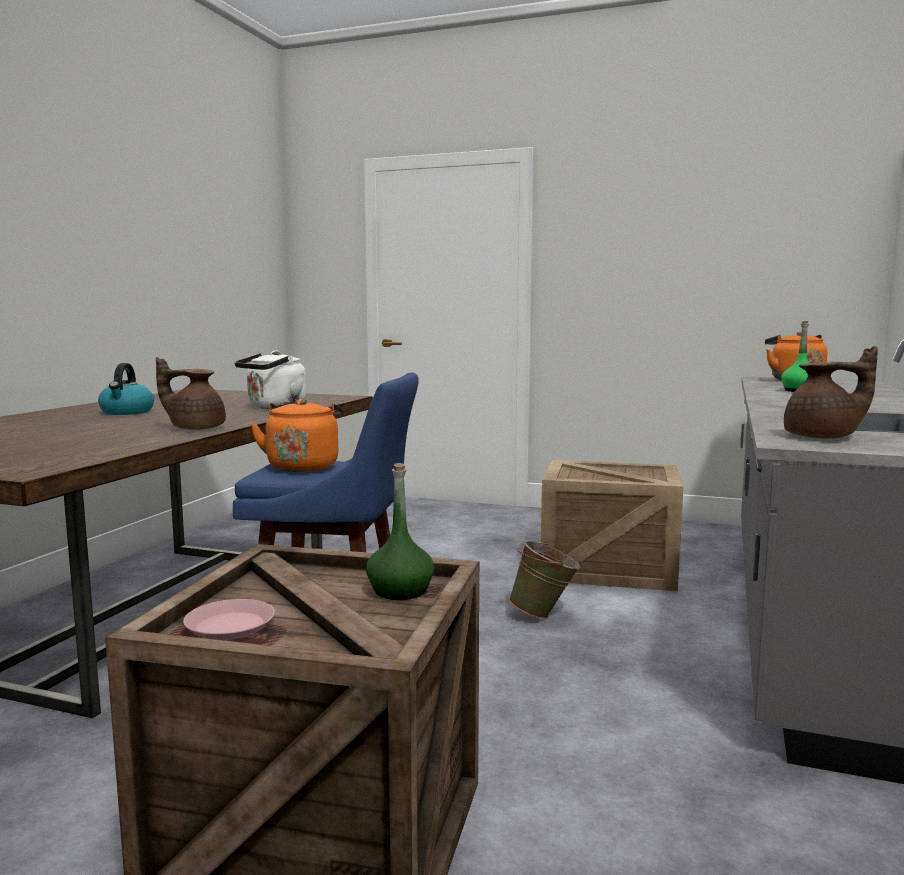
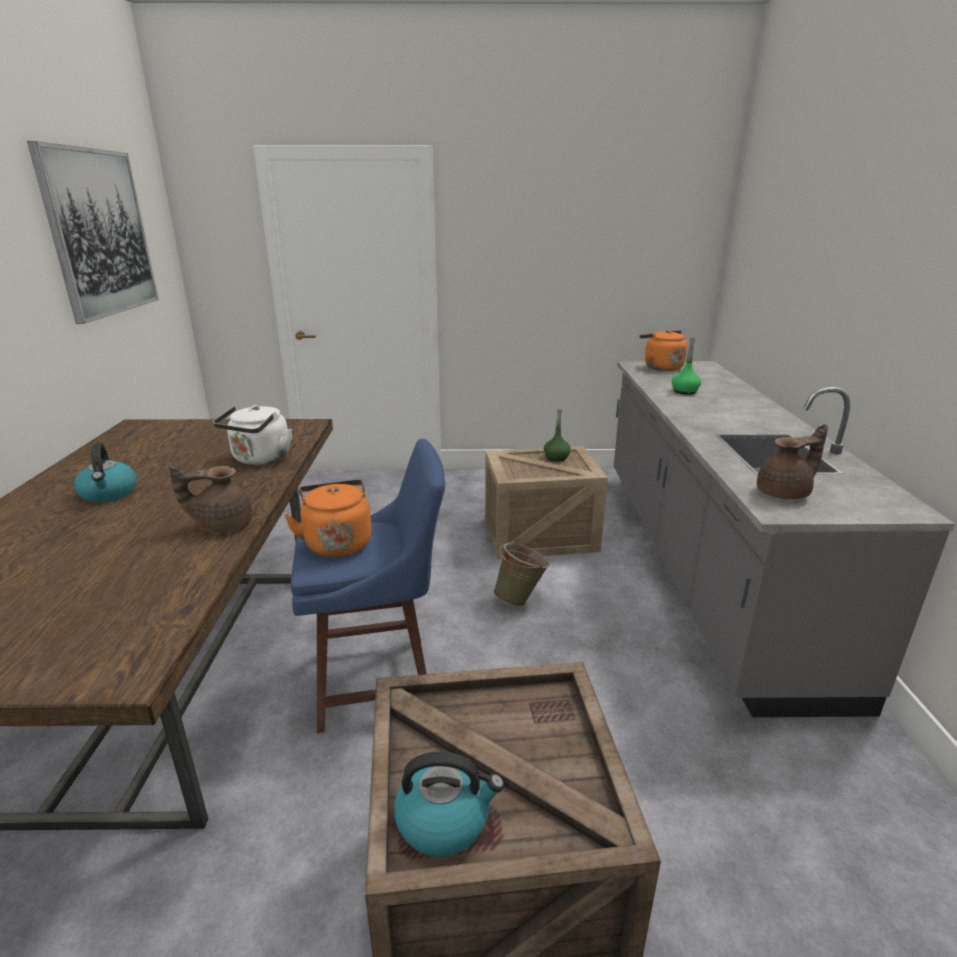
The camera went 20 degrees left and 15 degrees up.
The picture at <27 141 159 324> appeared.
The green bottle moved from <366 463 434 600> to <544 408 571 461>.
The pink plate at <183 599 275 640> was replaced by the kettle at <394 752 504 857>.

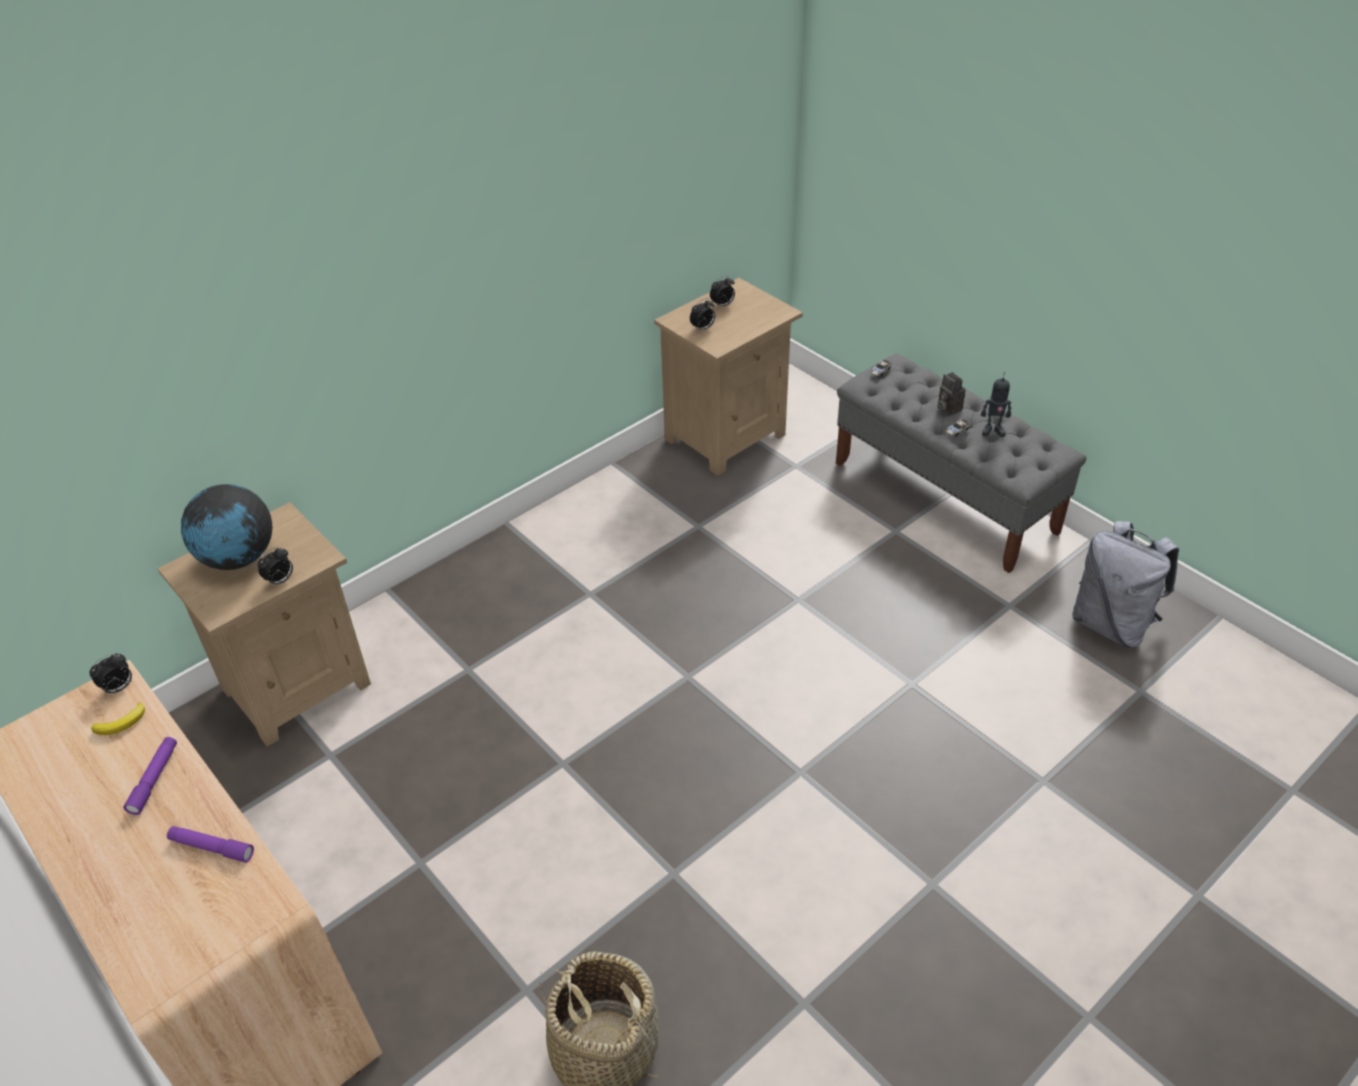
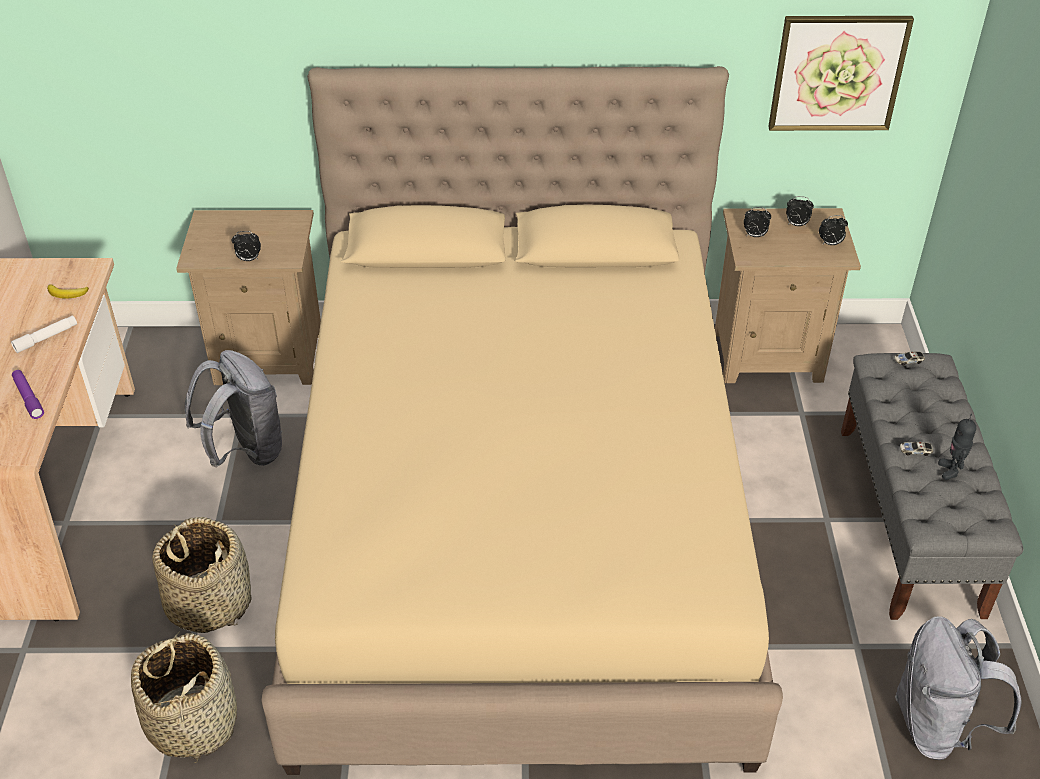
The camera went 40 degrees right and 0 degrees up.
The globe at <181 484 272 570> disappeared.
The photo camera at <938 372 965 416> disappeared.
The basket at <152 517 251 633> appeared.
The grey backpack at <185 350 283 467> appeared.
The beige bed at <261 66 783 775> appeared.
The picture at <768 16 914 131> appeared.
The alarm clock moved from <89 653 132 695> to <819 215 848 245>.
The purple flashlight at <123 737 177 815> became the white flashlight at <11 316 77 353>.
The toy robot at <981 372 1011 437> turned 45 degrees clockwise.

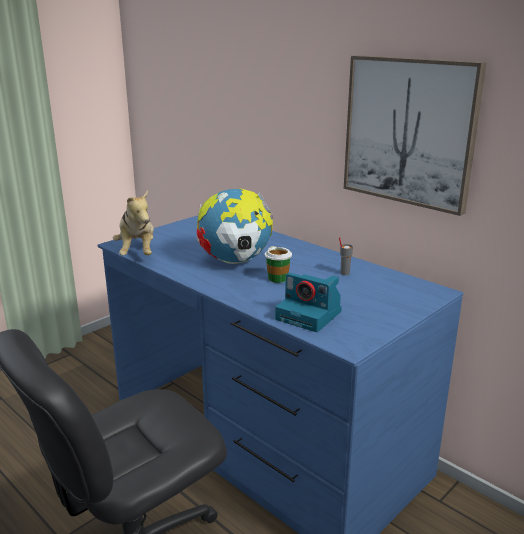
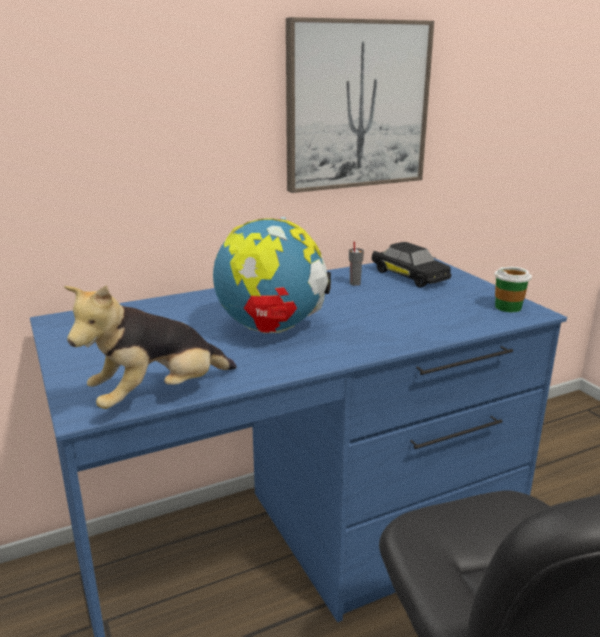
The camera went 70 degrees left and 0 degrees up.
The photo camera at <275 273 342 332> disappeared.
The black toy car at <372 242 452 287> appeared.
The cup moved from <265 246 292 283> to <494 266 532 312>.
The plush toy at <113 191 154 255> turned 135 degrees clockwise.

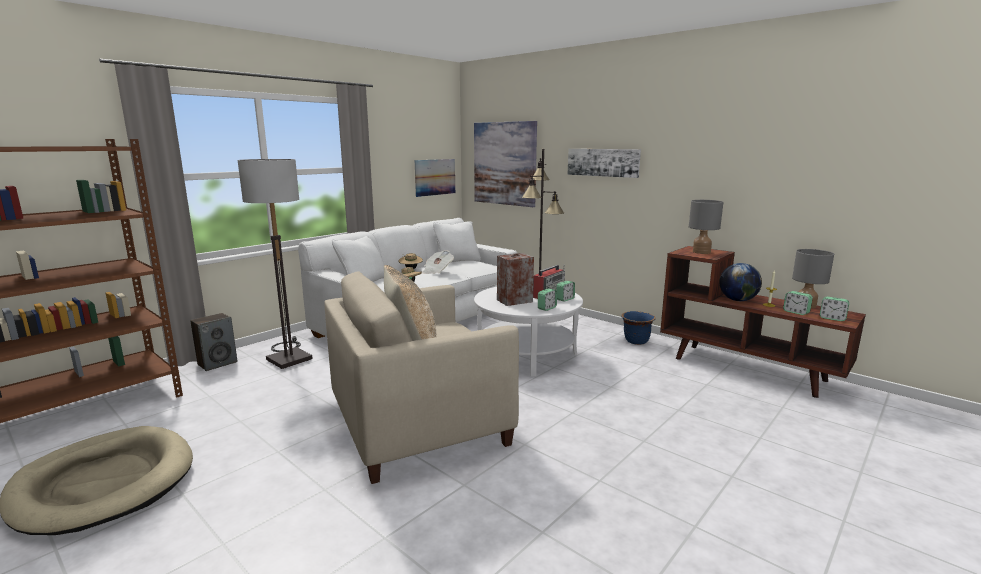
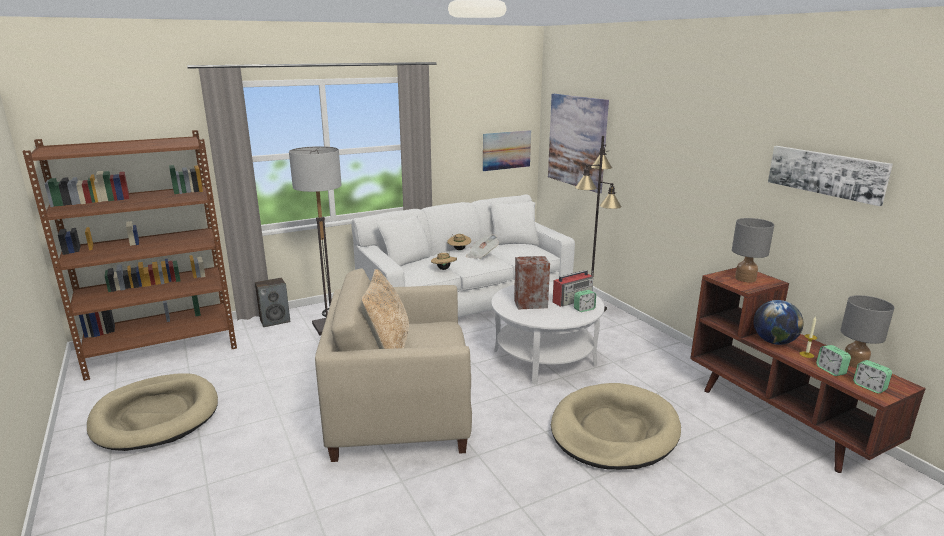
The camera went 20 degrees right and 5 degrees up.
The alarm clock at <538 289 557 311> disappeared.
The blue planter at <621 311 656 345> disappeared.
The beige dog bed at <551 383 681 470> appeared.
The picture moved from <567 149 641 178> to <768 146 893 206>.

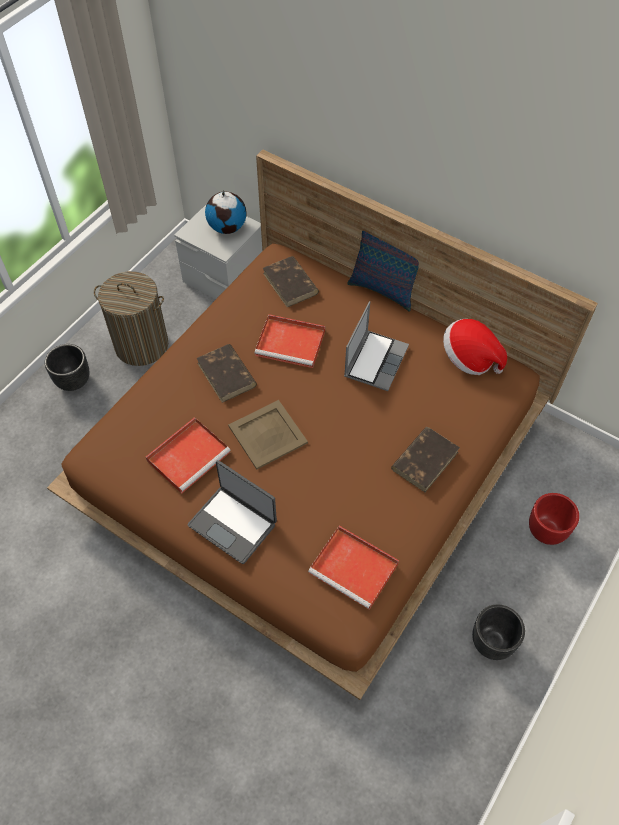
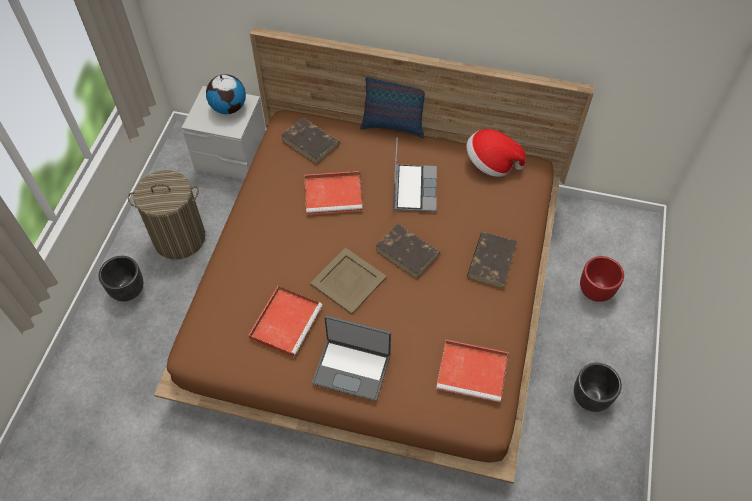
The camera went 20 degrees left and 0 degrees up.
The brown book moved from <196 344 257 403> to <375 224 440 279>.

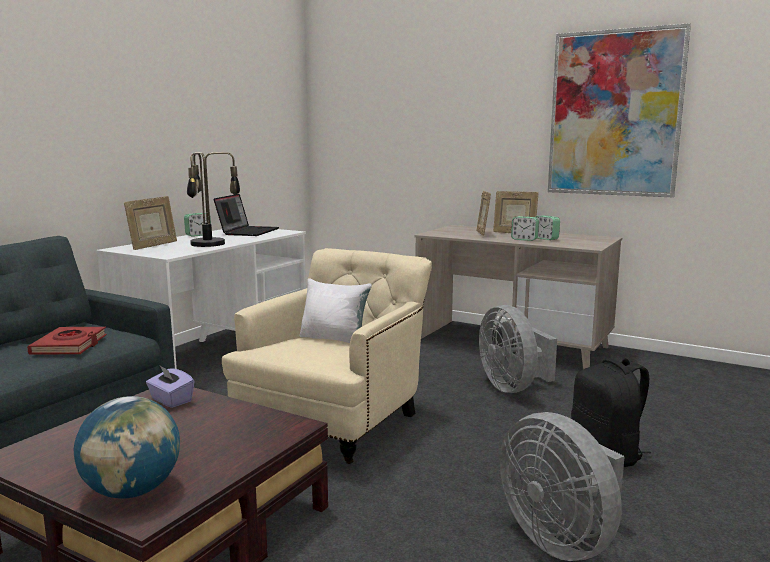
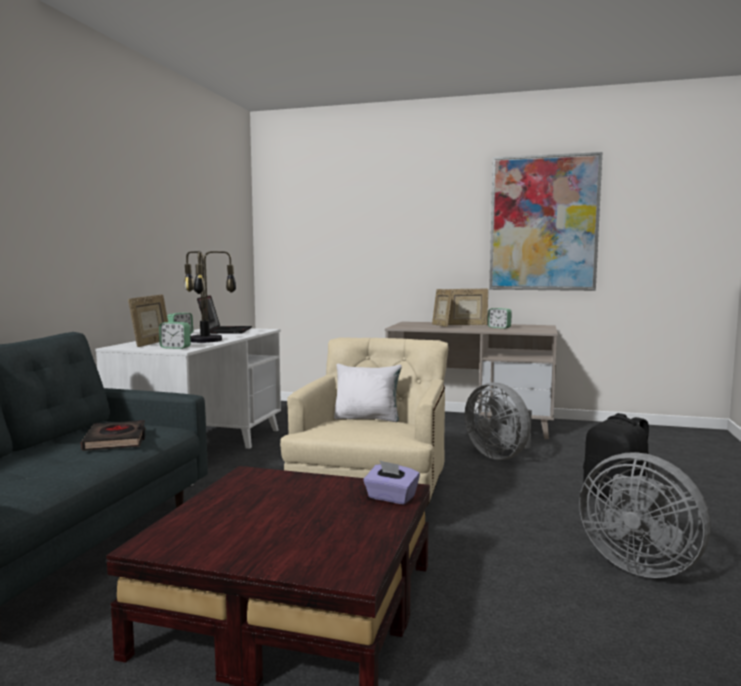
The camera went 15 degrees left and 5 degrees down.
The globe at <74 396 180 499> disappeared.
The purple tissue box moved from <146 366 194 408> to <363 460 420 505>.
The alarm clock moved from <511 216 539 241> to <159 322 191 349>.
The red book at <27 327 107 354> became the black book at <81 420 146 451>.

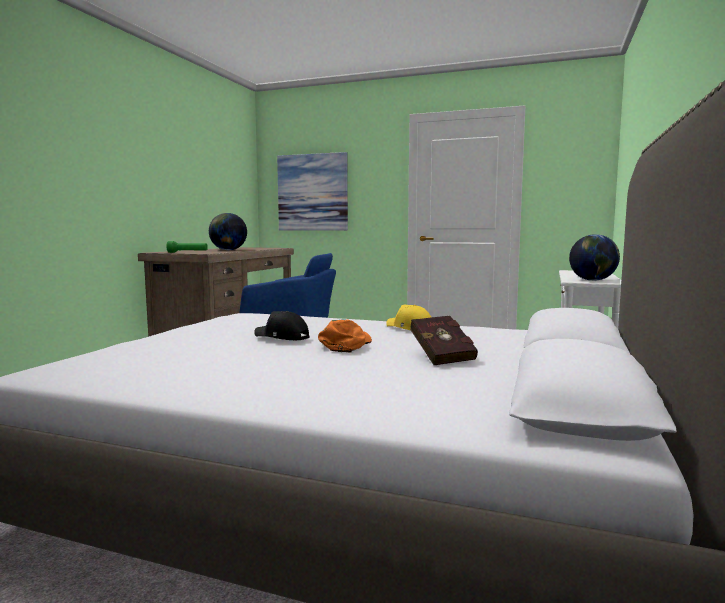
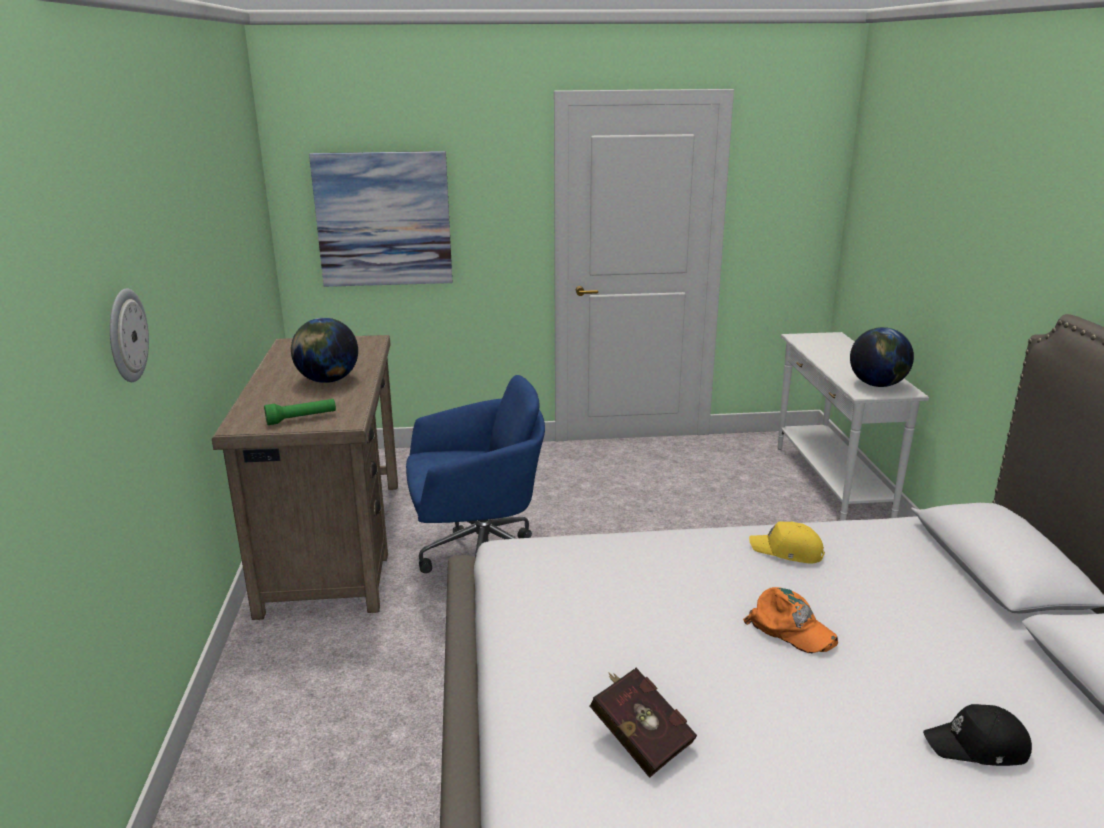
The camera went 25 degrees left and 15 degrees up.
The wall clock at <110 289 149 382> appeared.
The black cap moved from <254 311 310 340> to <923 704 1032 766>.
The red book moved from <410 316 478 365> to <589 668 697 778>.
The orange cap at <318 319 372 353> turned 135 degrees clockwise.

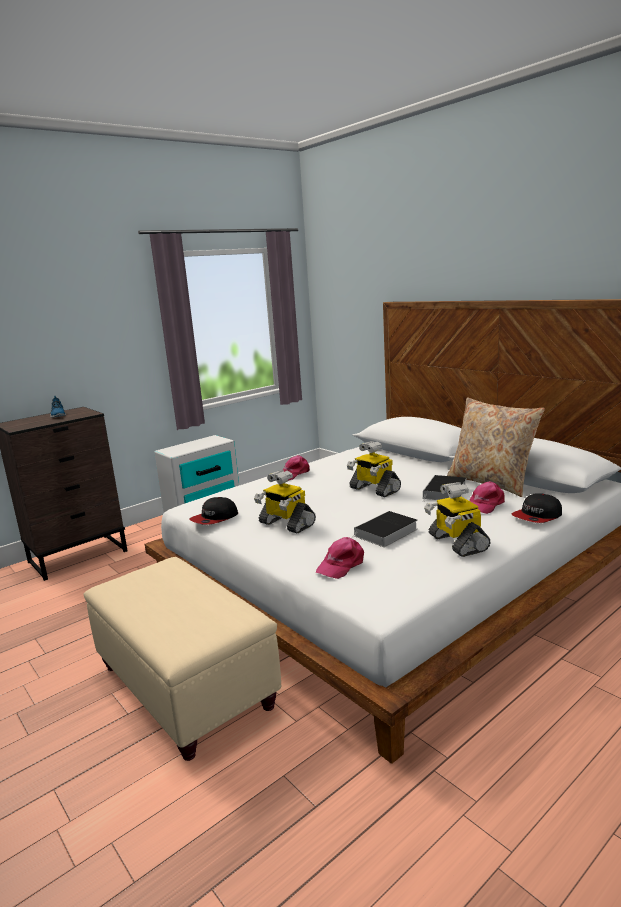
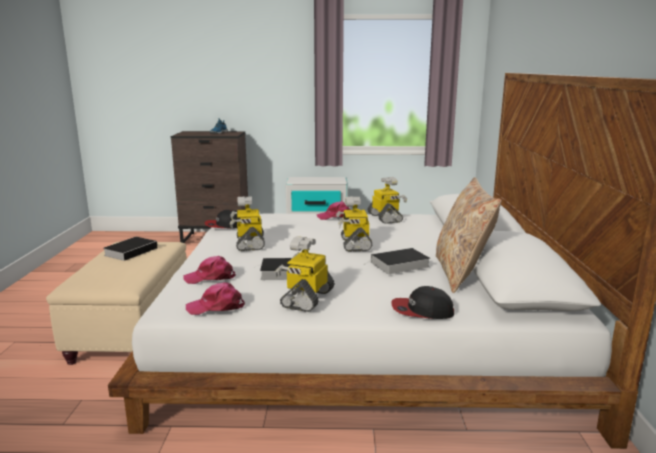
The camera went 40 degrees right and 0 degrees up.
The book at <103 237 157 261> appeared.
The toy robot at <368 177 407 224> appeared.
The pink cap moved from <470 481 505 514> to <186 282 245 315>.

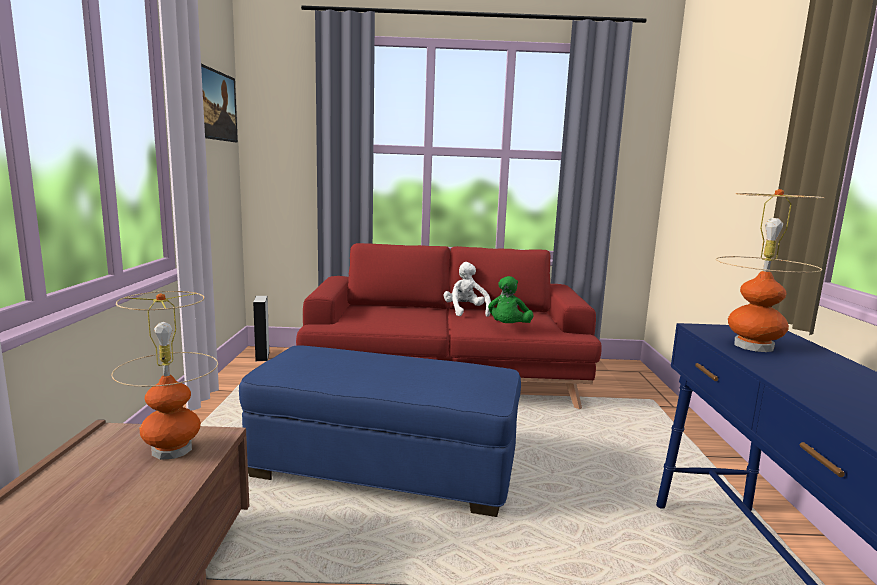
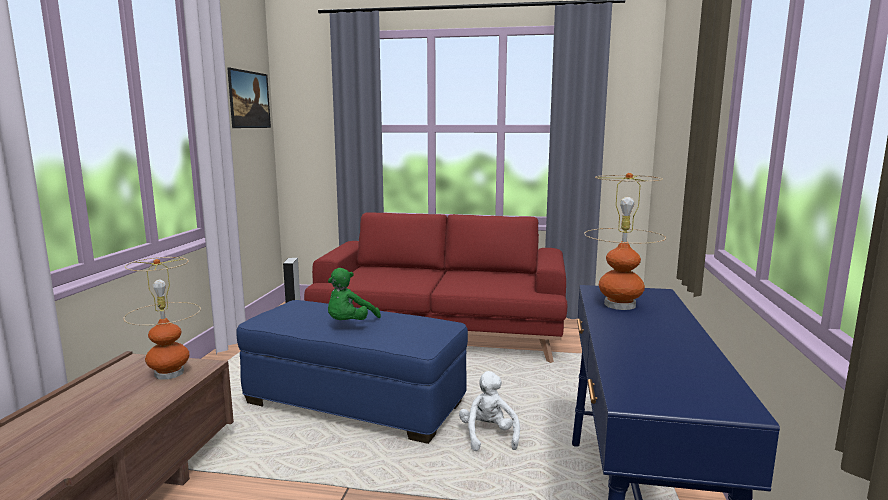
The camera went 10 degrees right and 0 degrees up.
The white plush toy moved from <443 262 491 317> to <459 371 520 451>.
The green plush toy moved from <488 276 533 323> to <328 268 381 320>.

